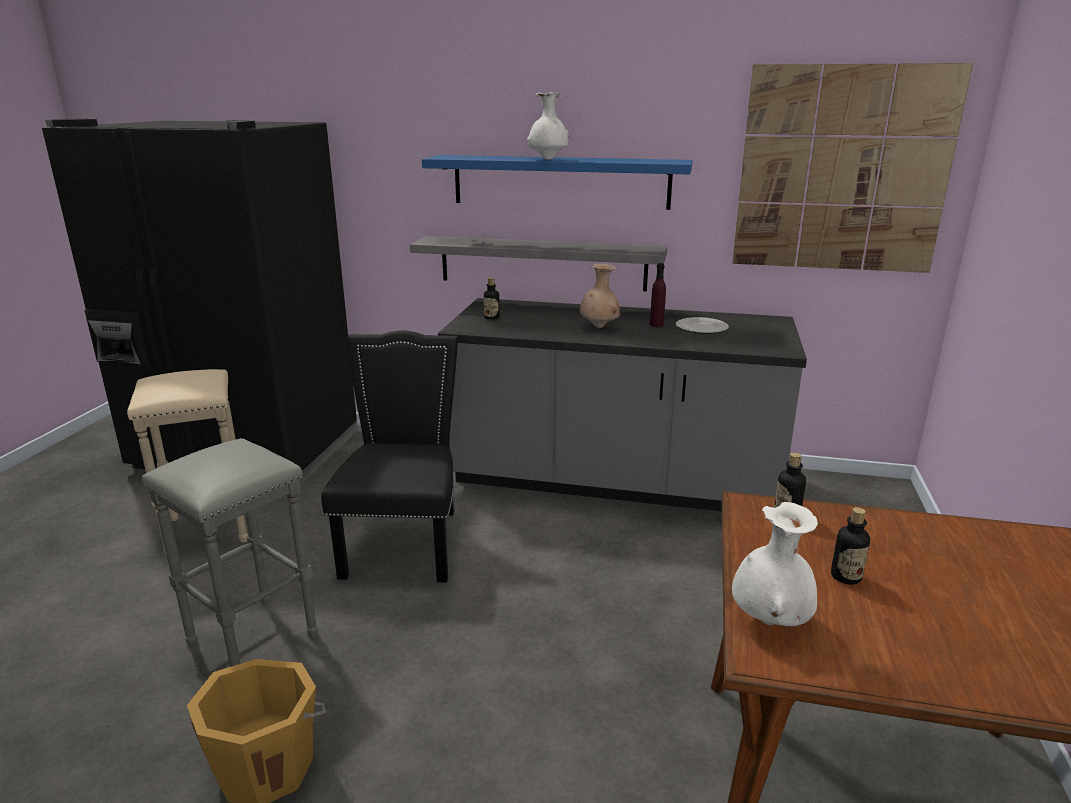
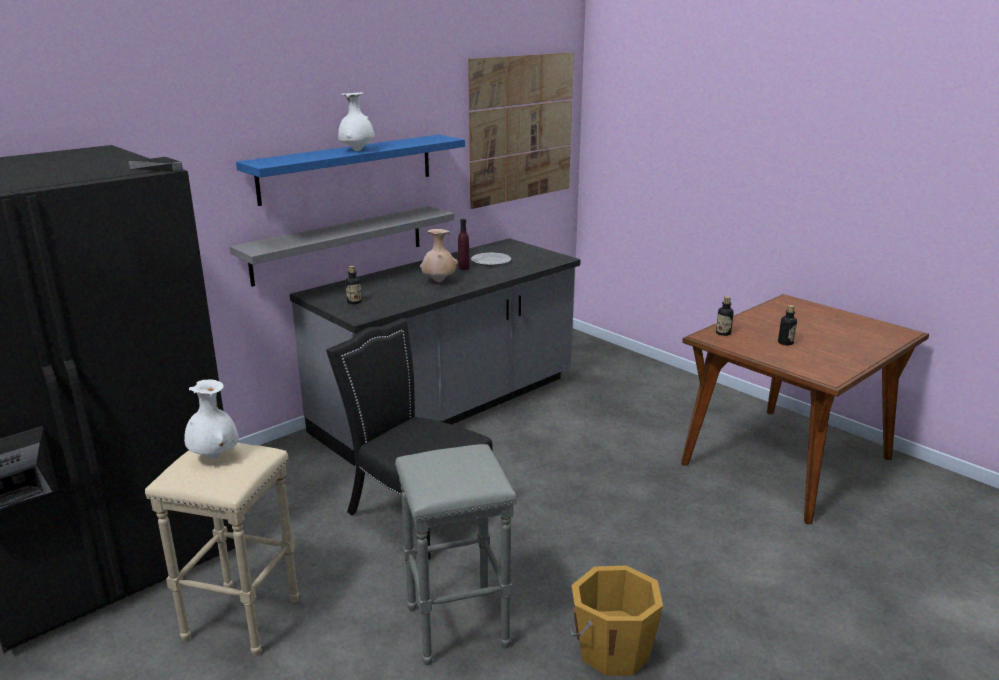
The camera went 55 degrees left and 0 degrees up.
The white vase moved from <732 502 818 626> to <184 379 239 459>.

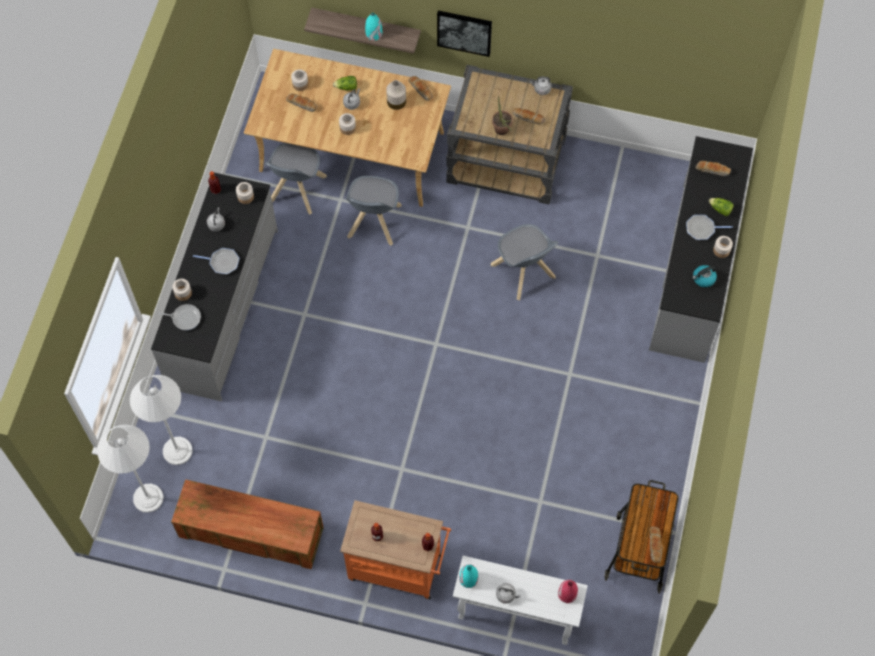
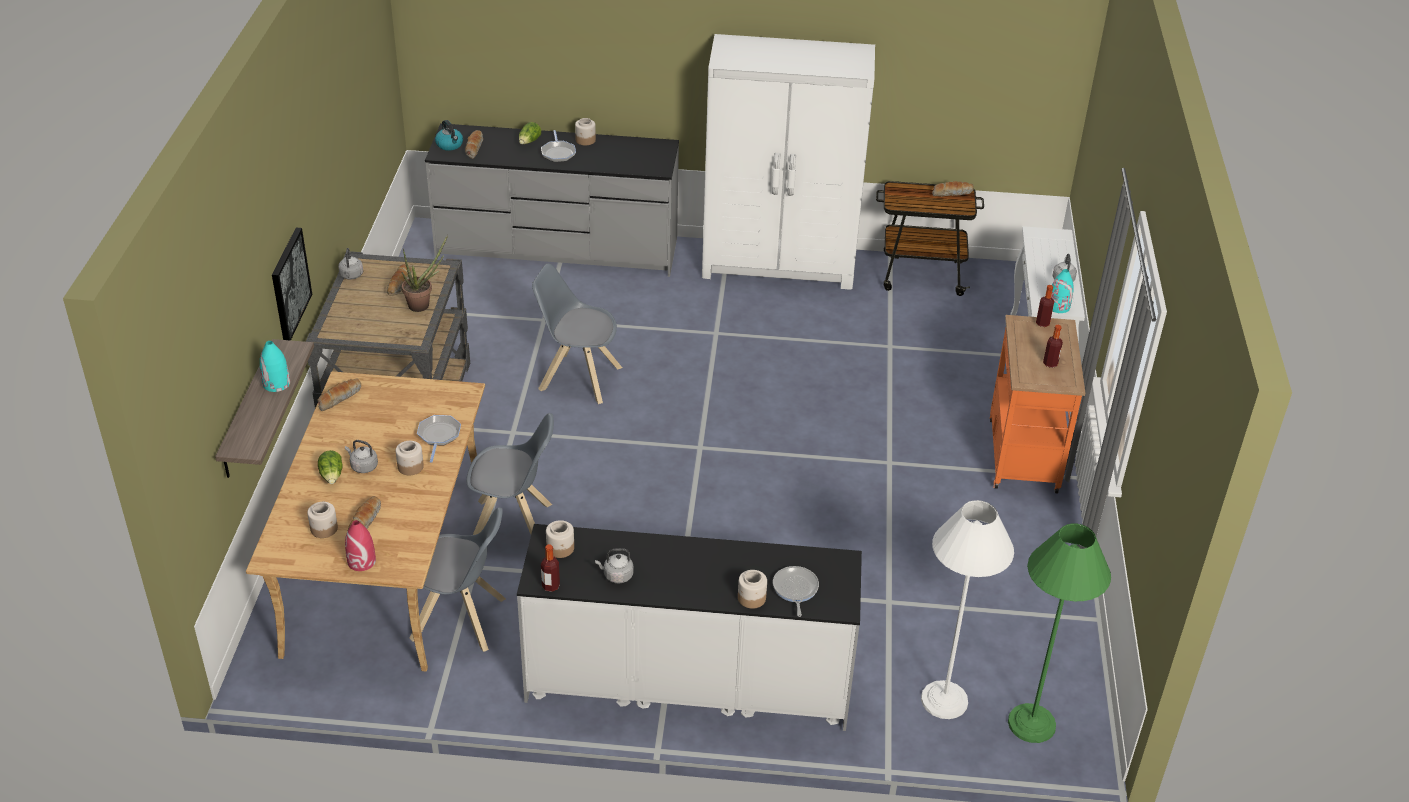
The camera went 100 degrees left and 25 degrees down.
The brown bench at <171 479 324 569> disappeared.
The beige vase at <386 80 406 110> disappeared.
The white cabinet at <702 34 875 289> appeared.
The frying pan moved from <193 248 239 275> to <417 415 461 463>.
The red vase moved from <558 580 578 603> to <345 520 376 571>.
The kettle moved from <692 265 717 287> to <435 120 463 151>.
The white floor lamp at <97 425 164 513> became the green floor lamp at <1008 523 1111 743>.
The grey chair at <491 224 558 300> turned 120 degrees counterclockwise.

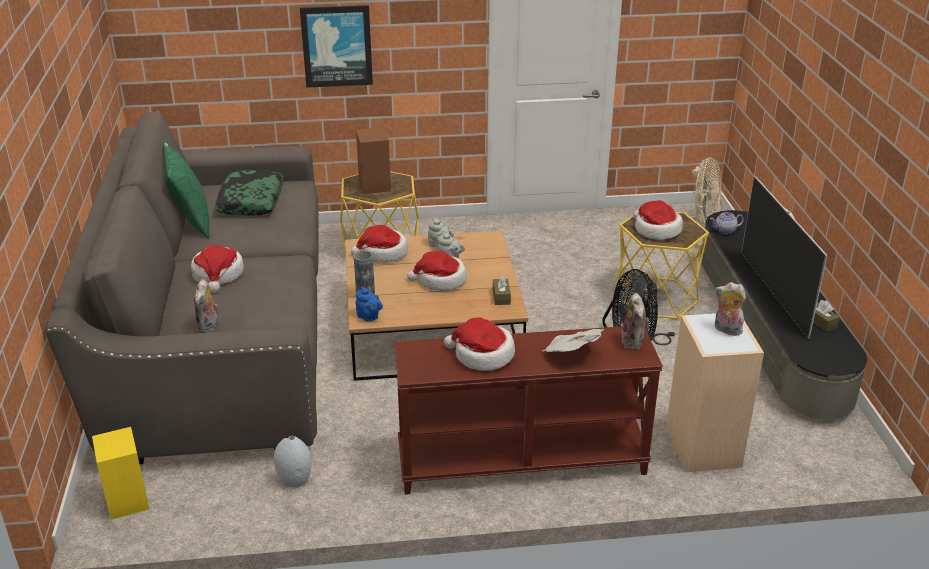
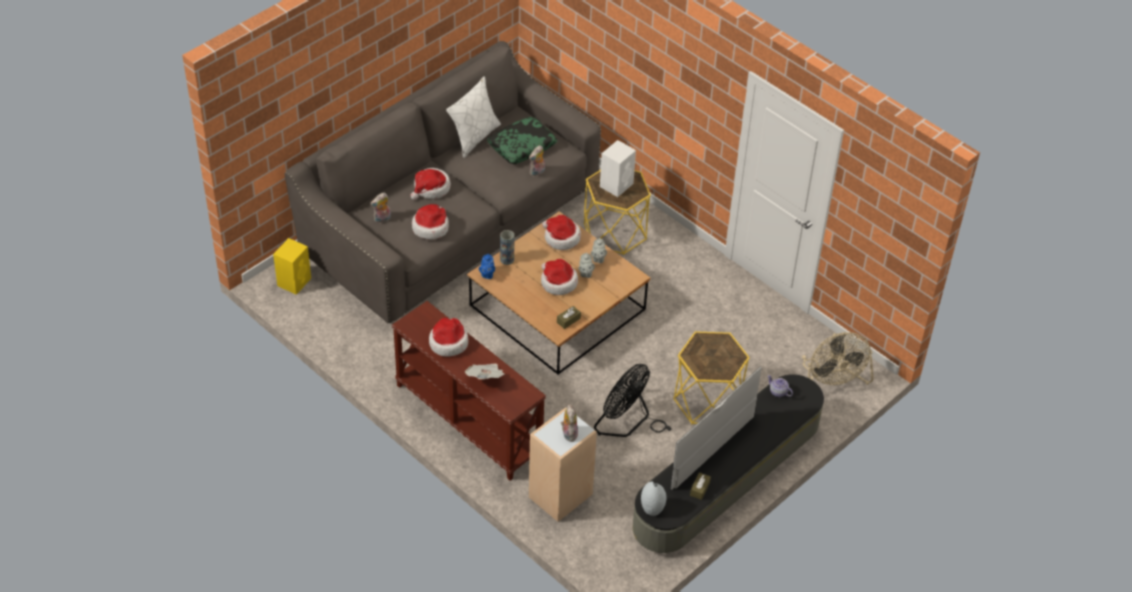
The camera went 50 degrees right and 15 degrees up.
The picture at <300 5 373 88> disappeared.
The grey vase moved from <274 436 312 487> to <641 482 667 516>.
The plush toy moved from <619 293 649 350> to <529 145 545 177>.
The hat moved from <633 200 683 240> to <412 204 449 239>.
The green pillow at <163 141 210 239> became the white pillow at <446 76 501 158>.
The brown speaker at <356 127 391 194> became the white speaker at <600 140 636 197>.

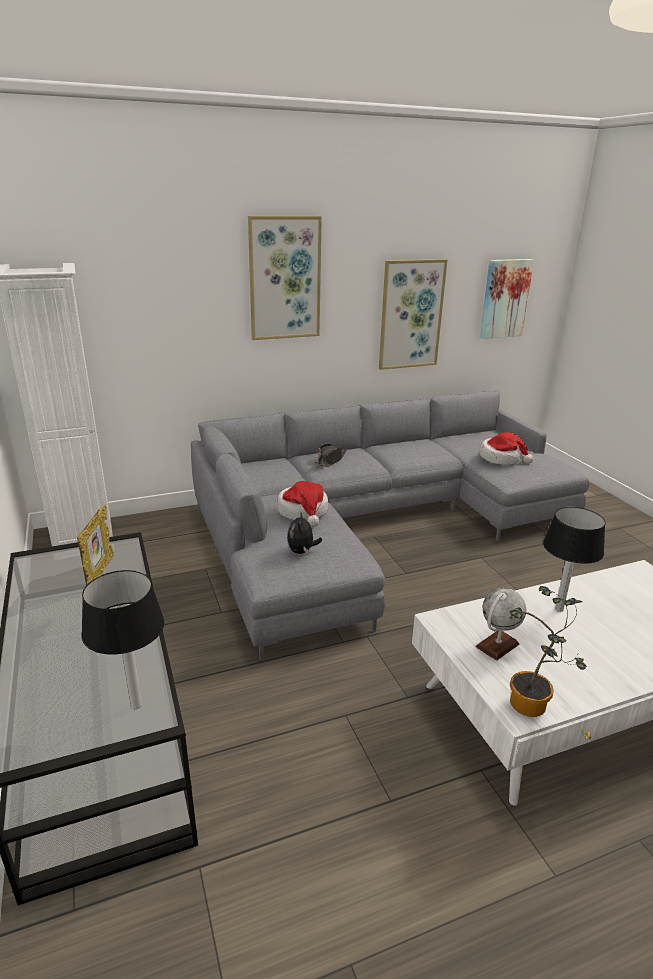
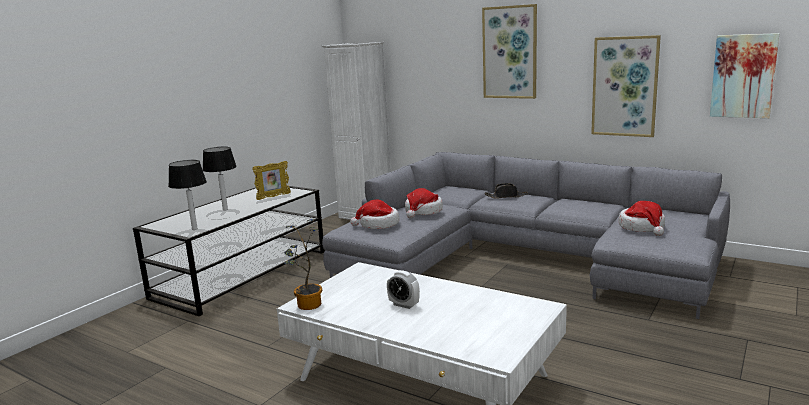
The camera went 55 degrees right and 10 degrees down.
The globe at <475 588 526 661> disappeared.
The alarm clock at <387 270 420 309> appeared.
The table lamp moved from <543 507 606 612> to <203 147 237 211>.
The plush toy at <287 511 322 554> was replaced by the hat at <350 199 400 229>.

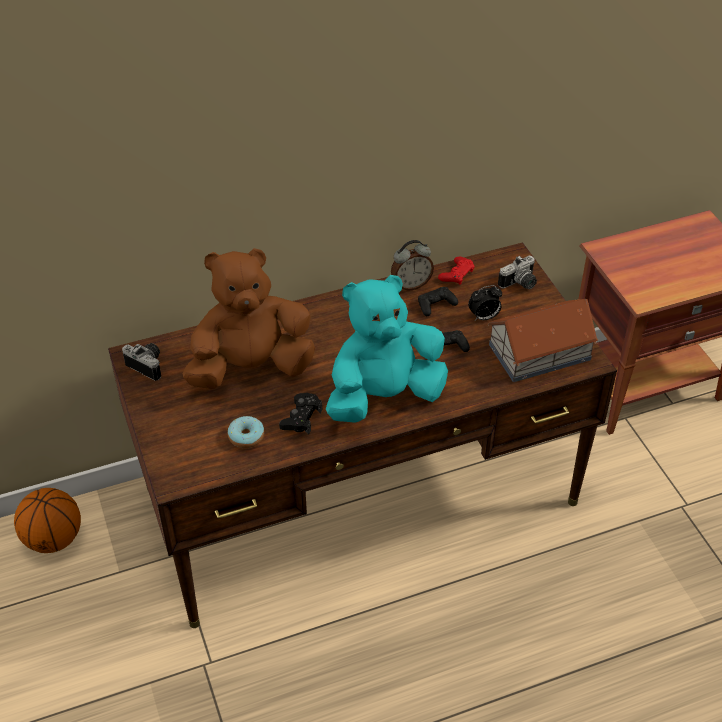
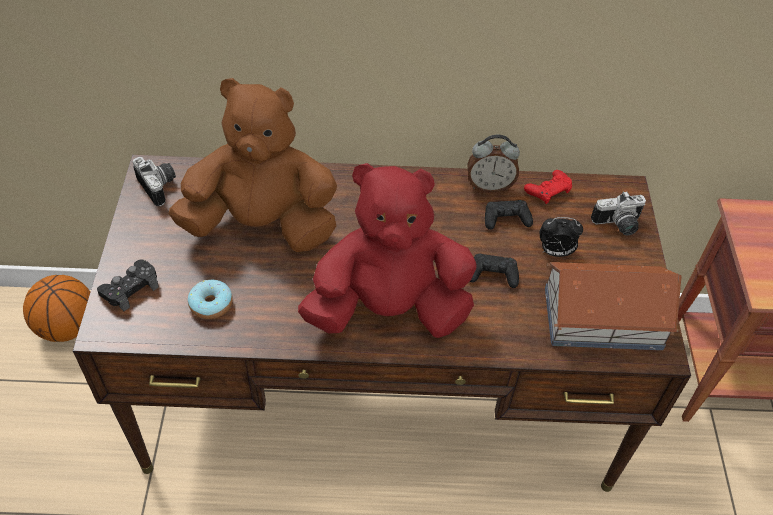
The camera went 20 degrees right and 5 degrees up.
The black game controller moved from <279 393 322 434> to <97 259 159 311>.
The turquoise plush toy at <326 275 448 423> became the red plush toy at <298 163 476 338>.

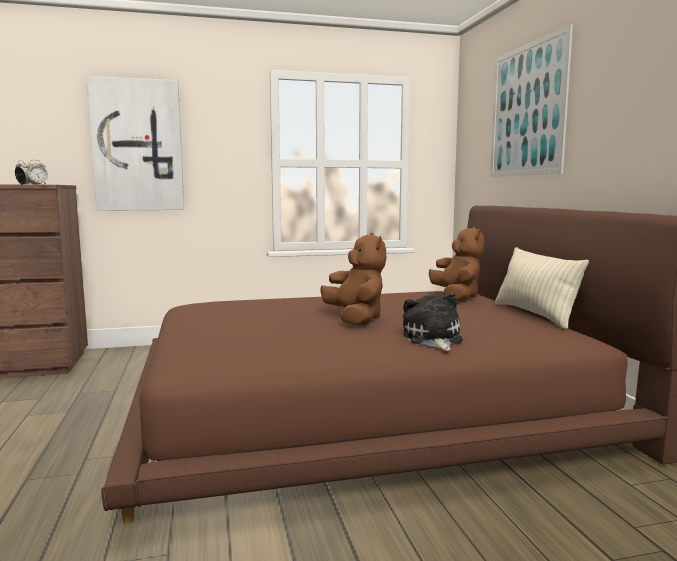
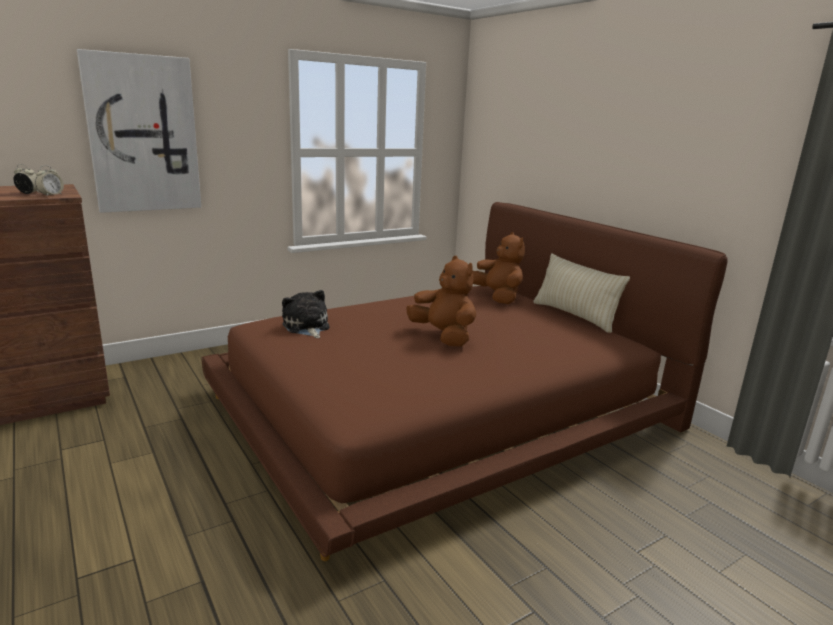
The camera went 20 degrees left and 10 degrees up.
The picture at <490 24 573 177> disappeared.
The plush toy moved from <403 293 462 351> to <282 290 330 338>.

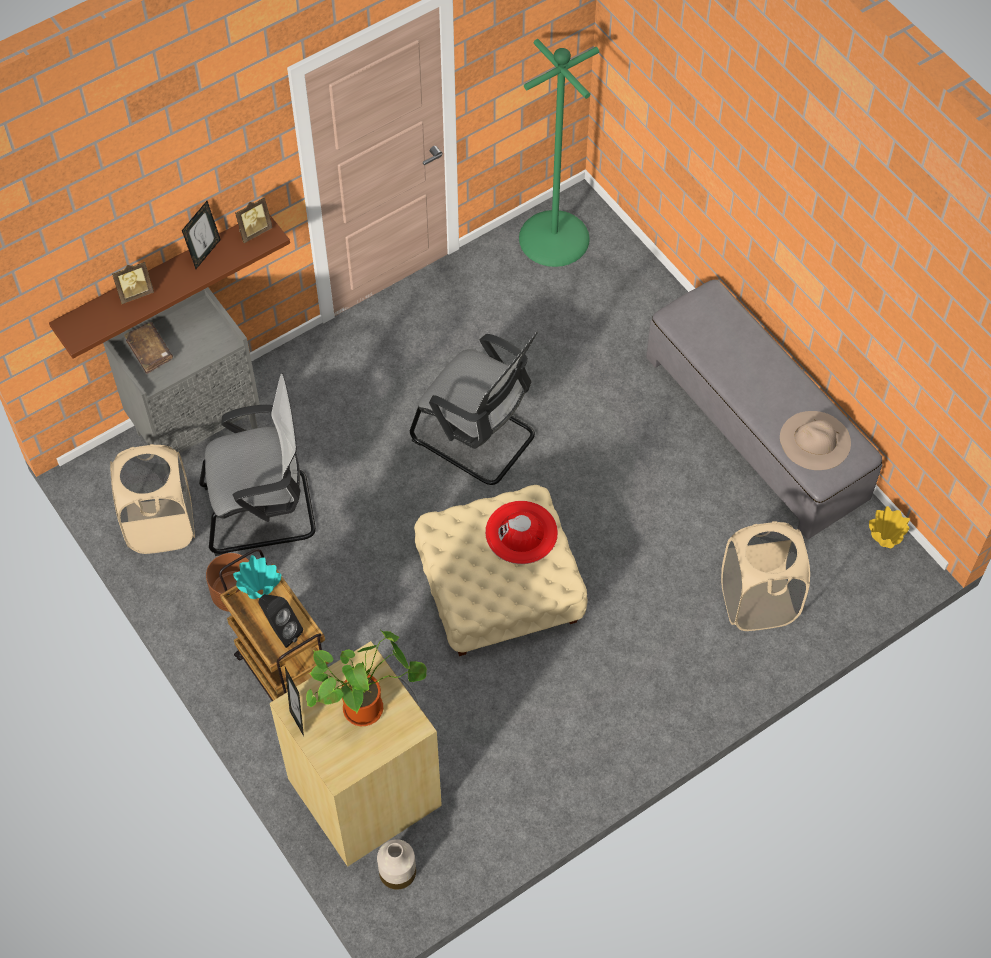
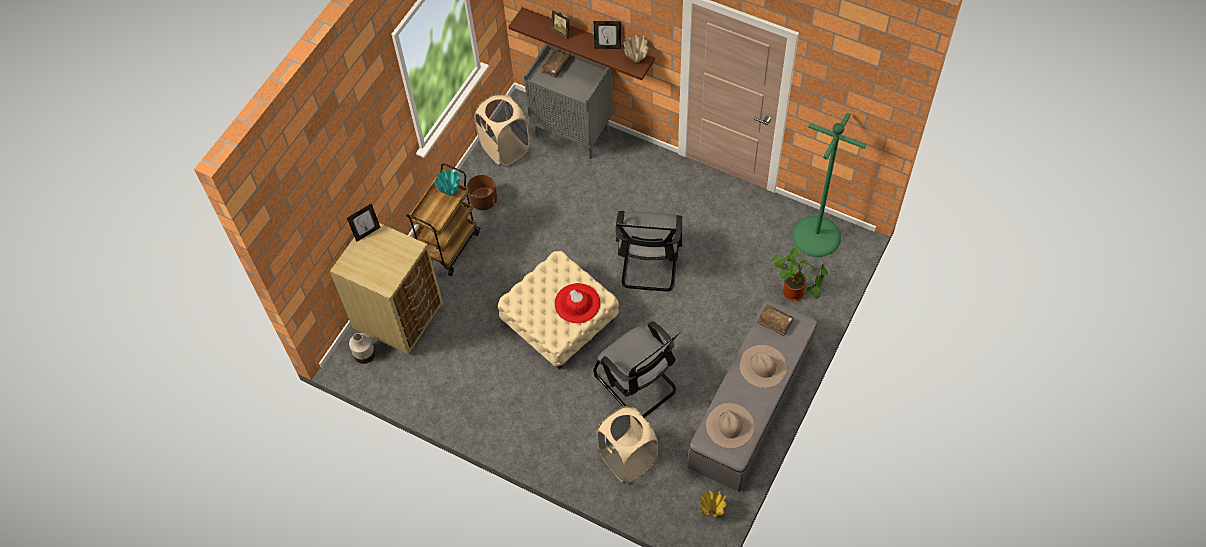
The camera went 65 degrees right and 0 degrees up.
The black speaker at <258 594 303 648> disappeared.
The beige hat at <740 345 787 388> appeared.
The brown book at <757 305 793 336> appeared.
The chair moved from <199 373 316 556> to <593 321 680 418>.
The potted plant moved from <306 629 427 726> to <770 247 828 301>.
The picture frame at <235 197 273 243> was replaced by the beige vase at <623 35 649 63>.

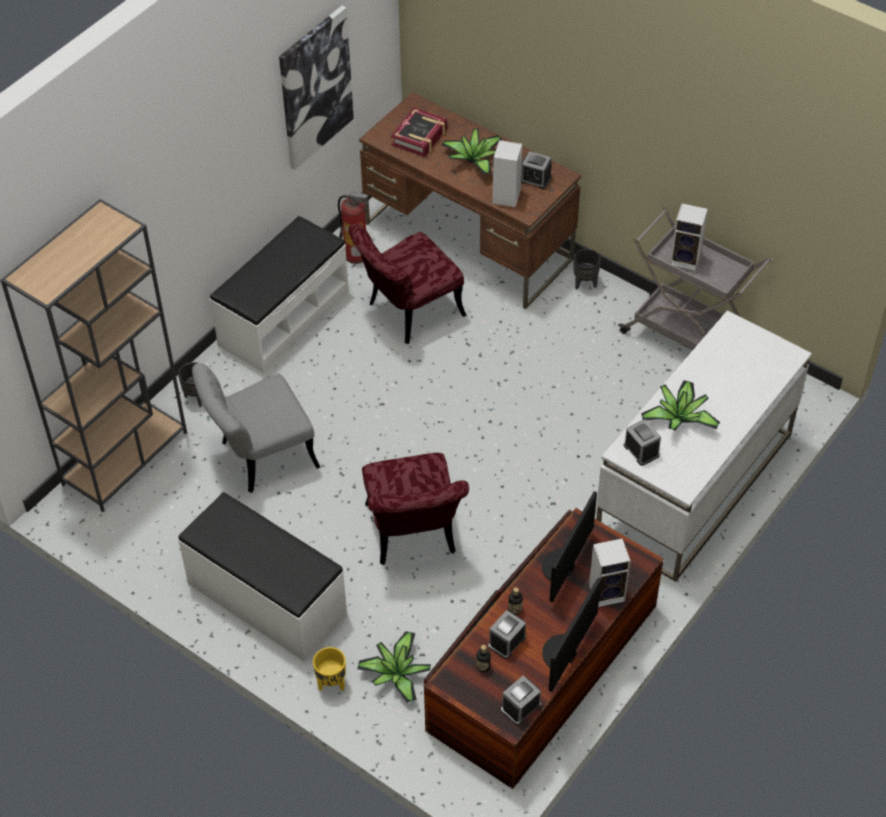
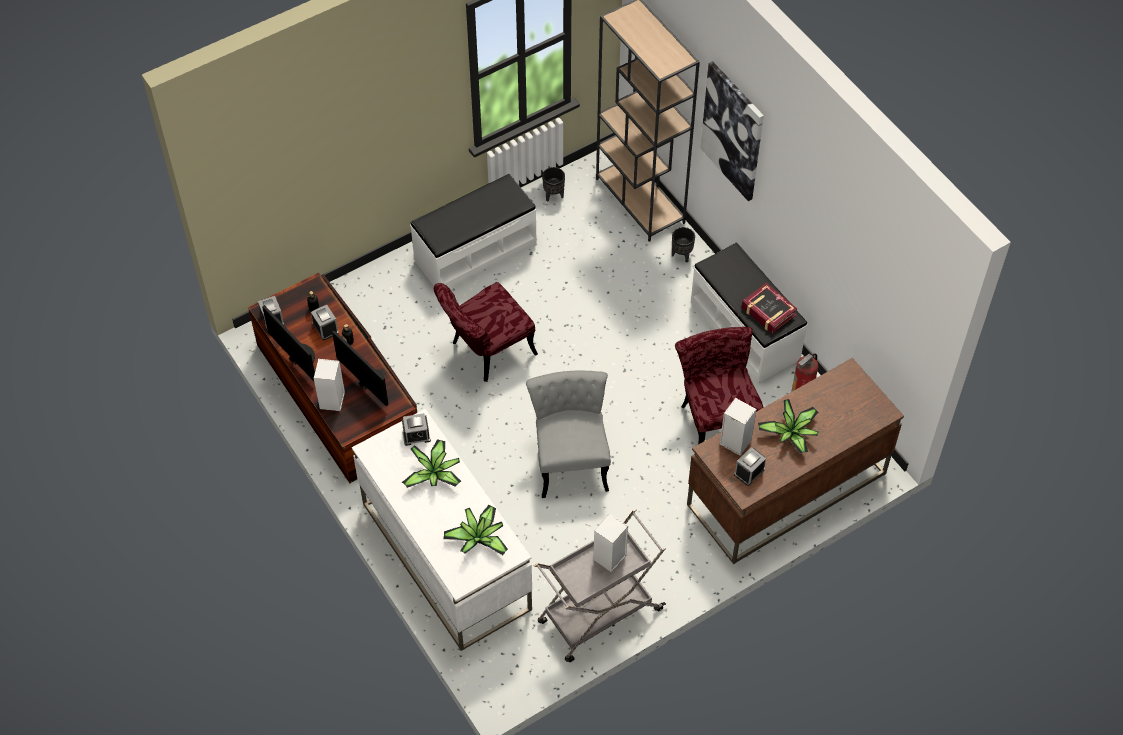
The camera went 110 degrees right and 5 degrees up.
The yellow planter at <313 647 346 691> disappeared.
The grey chair moved from <192 363 320 493> to <526 370 611 498>.
The picture moved from <279 5 354 170> to <700 61 764 201>.
The potted plant moved from <357 631 431 703> to <443 505 508 555>.
The book moved from <391 107 447 157> to <742 283 797 334>.
The black planter moved from <574 249 601 289> to <542 167 565 202>.
The red chair at <362 453 469 565> turned 45 degrees counterclockwise.

